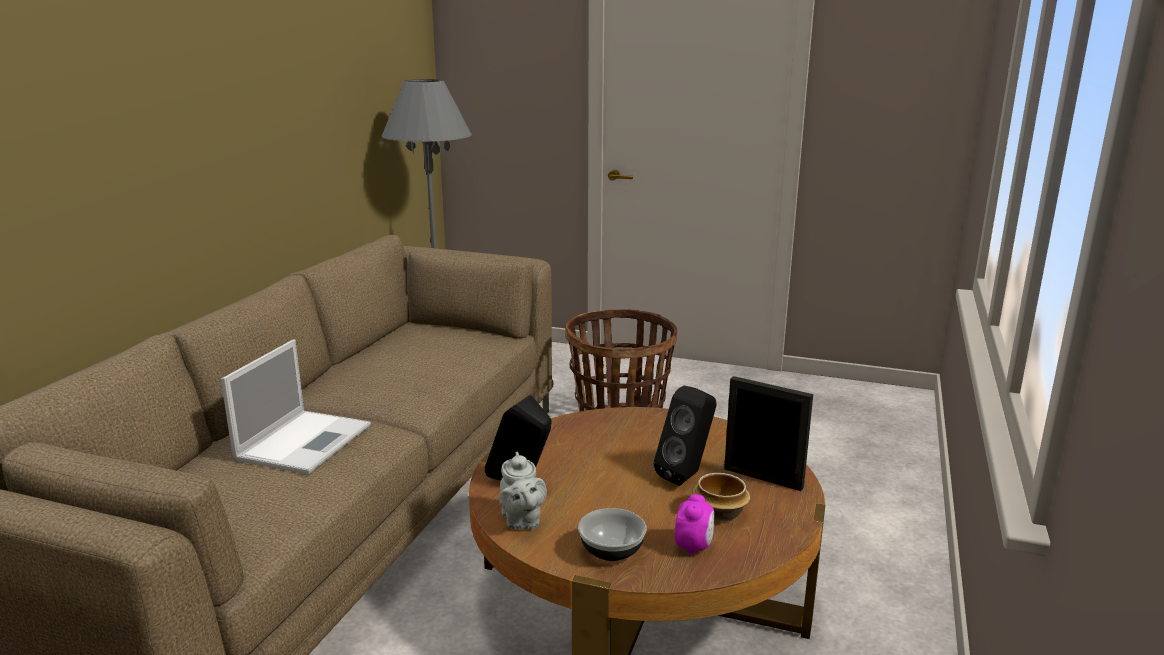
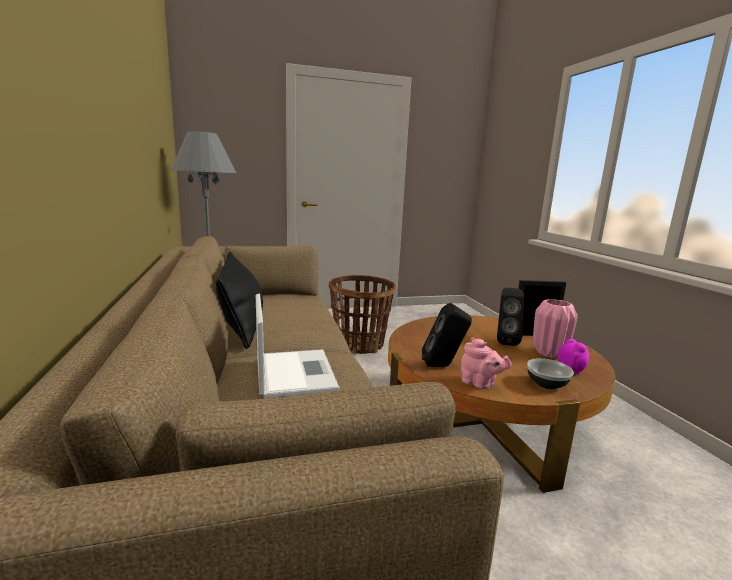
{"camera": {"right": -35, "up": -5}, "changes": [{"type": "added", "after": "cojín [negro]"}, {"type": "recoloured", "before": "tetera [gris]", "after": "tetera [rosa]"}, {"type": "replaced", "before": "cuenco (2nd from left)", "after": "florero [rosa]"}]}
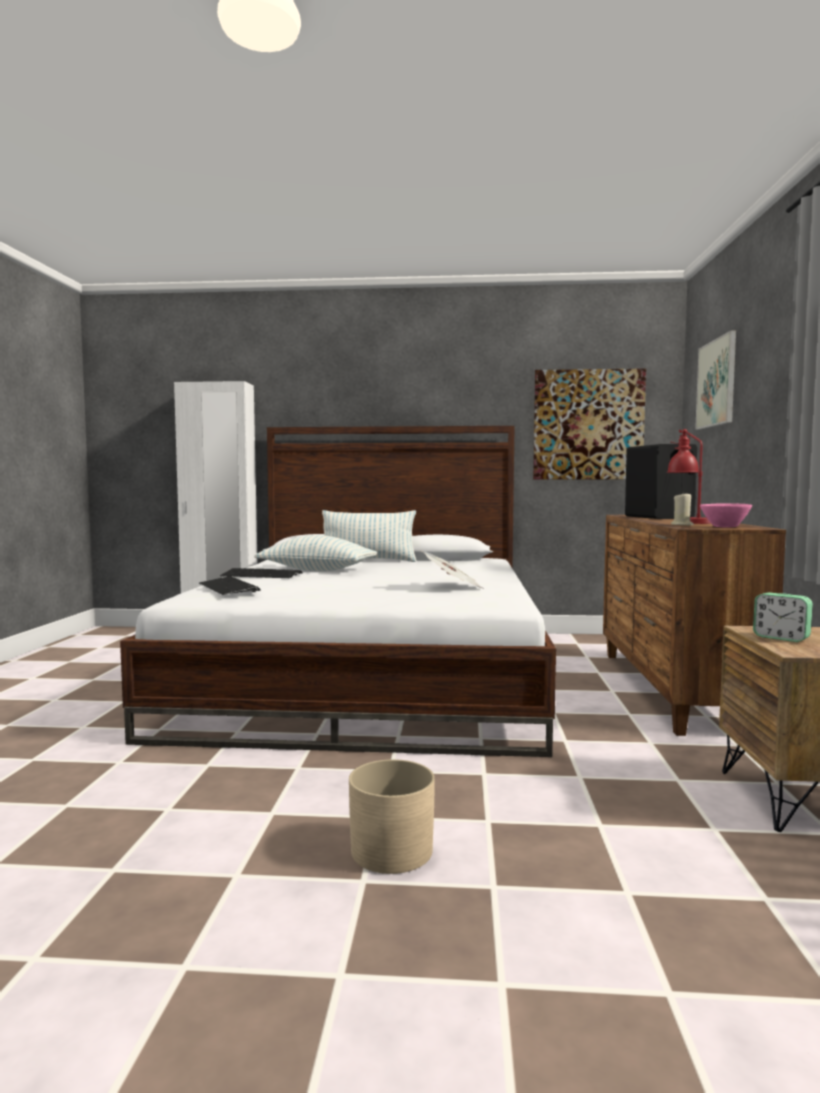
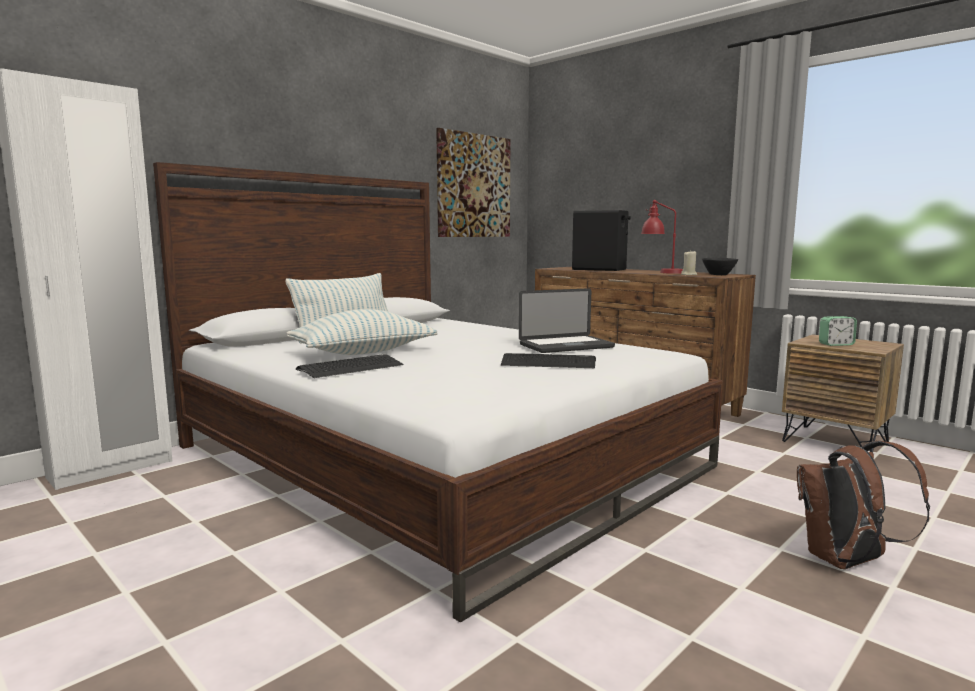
{"camera": {"right": -50, "up": 5}, "changes": [{"type": "moved", "before": "teclado (1st from left in the first image)", "after": "teclado (2nd from left)"}, {"type": "replaced", "before": "periódico", "after": "portátil"}, {"type": "recoloured", "before": "cuenco [rosa]", "after": "cuenco [negro]"}, {"type": "replaced", "before": "maceta [beis]", "after": "mochila [marrón]"}, {"type": "removed", "before": "cuadro (2nd from left)"}]}
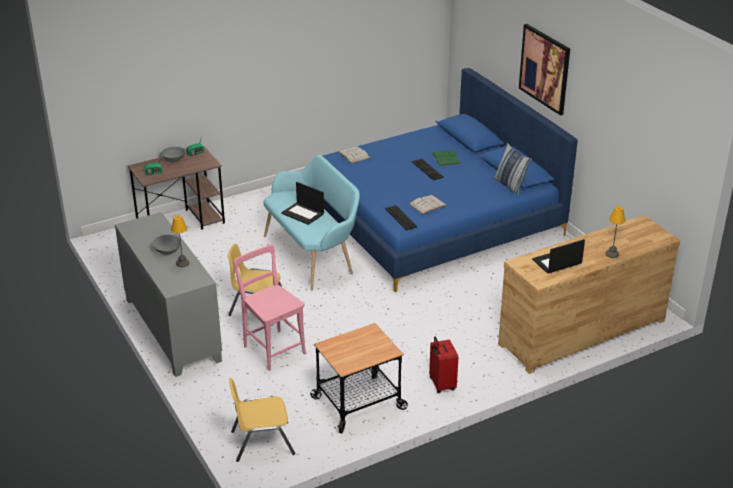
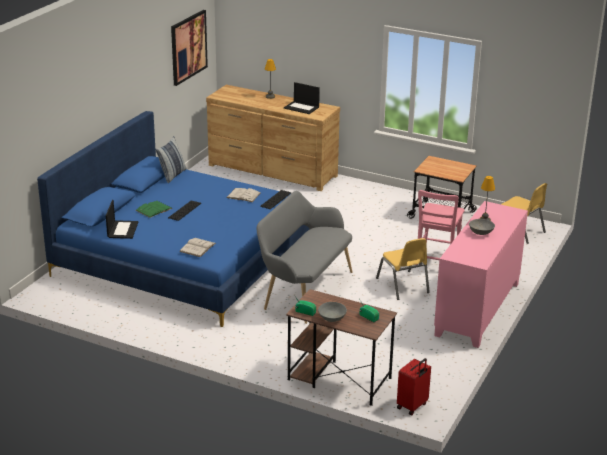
{"camera": {"right": -125, "up": -5}, "changes": [{"type": "moved", "before": "portátil (1st from left)"}, {"type": "moved", "before": "cuadro"}, {"type": "recoloured", "before": "banco [turquesa]", "after": "banco [gris]"}, {"type": "moved", "before": "maleta [rojo]"}, {"type": "recoloured", "before": "armario [gris]", "after": "armario [rosa]"}]}
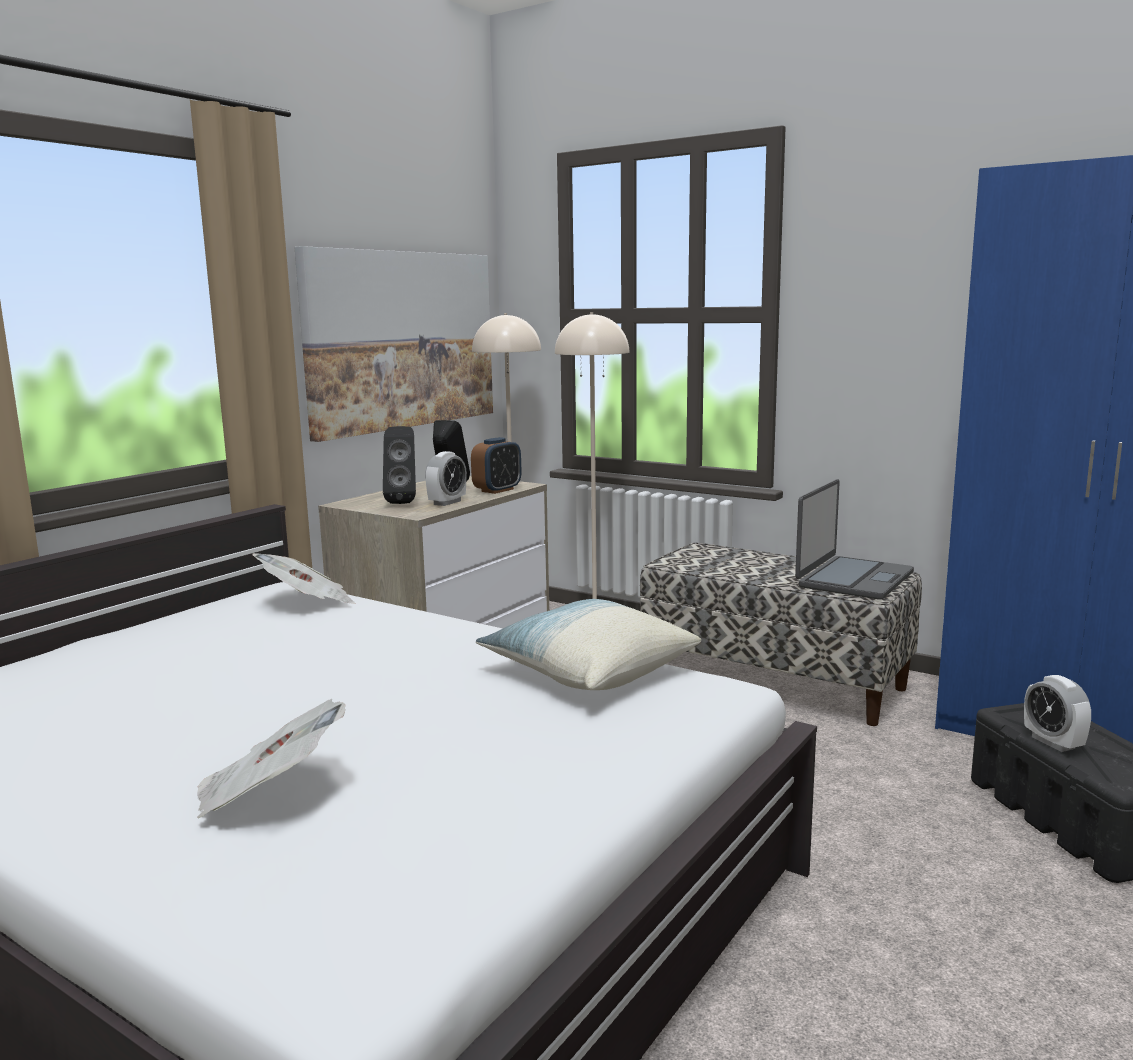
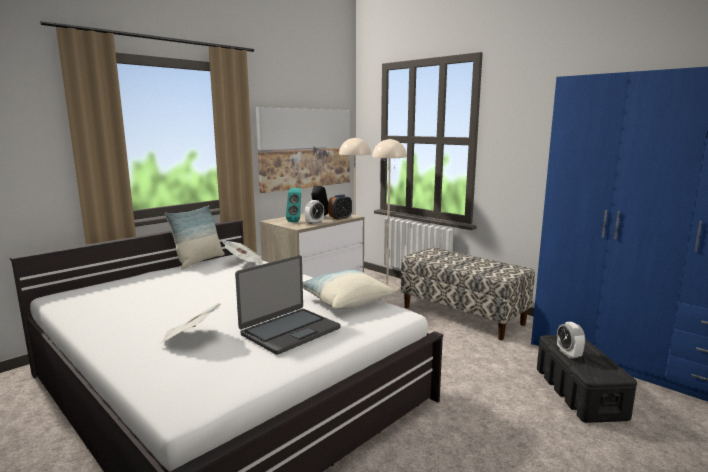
{"camera": {"right": 10, "up": 0}, "changes": [{"type": "added", "after": "cojín (1st from left)"}, {"type": "moved", "before": "portátil"}, {"type": "recoloured", "before": "altavoz [negro] (1st from left)", "after": "altavoz [turquesa]"}]}
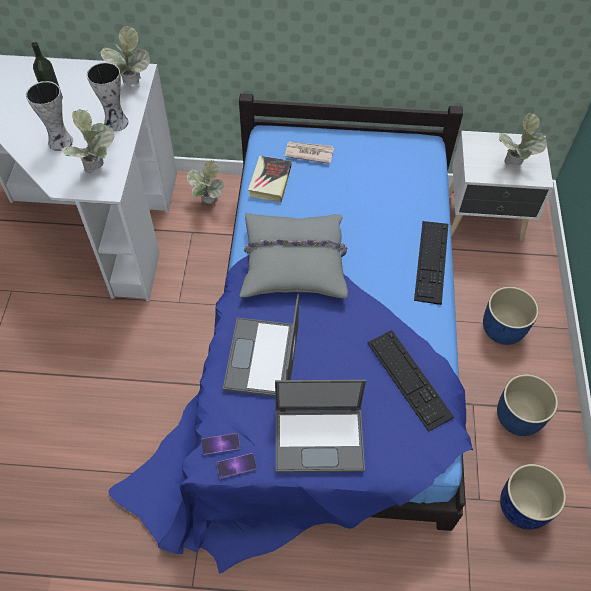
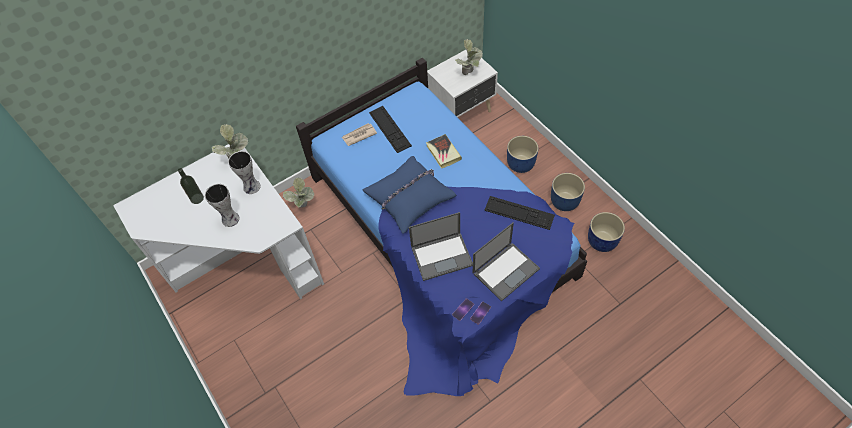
{"camera": {"right": -35, "up": 0}, "changes": [{"type": "recoloured", "before": "cojín [gris]", "after": "cojín [azul]"}, {"type": "moved", "before": "teclado (2nd from left in the first image)", "after": "teclado (1st from left)"}, {"type": "turned", "before": "portátil (1st from left)", "turn": -75}, {"type": "moved", "before": "libro"}, {"type": "removed", "before": "planta en maceta (1st from left)"}]}
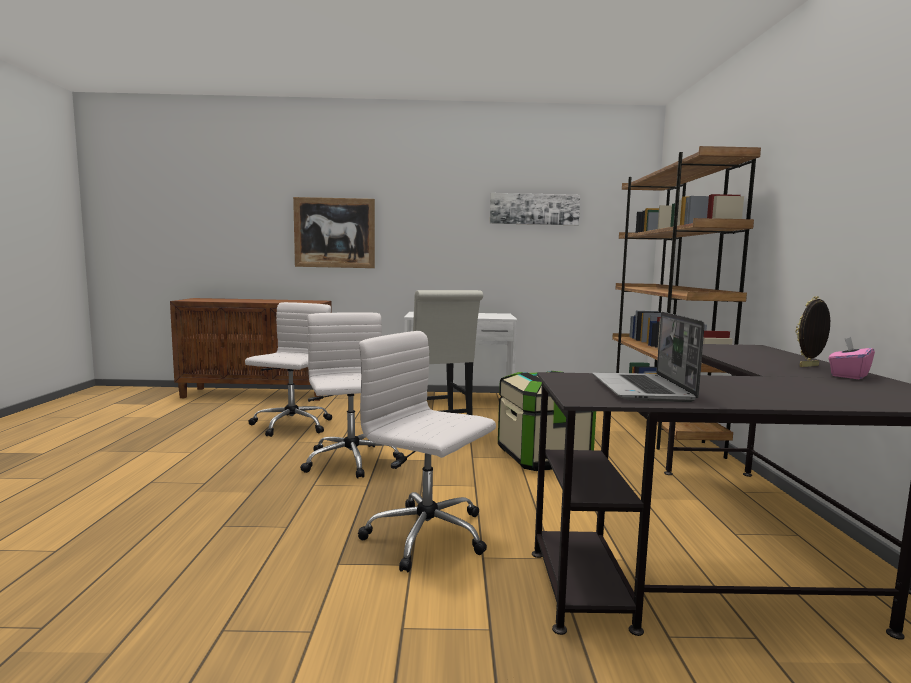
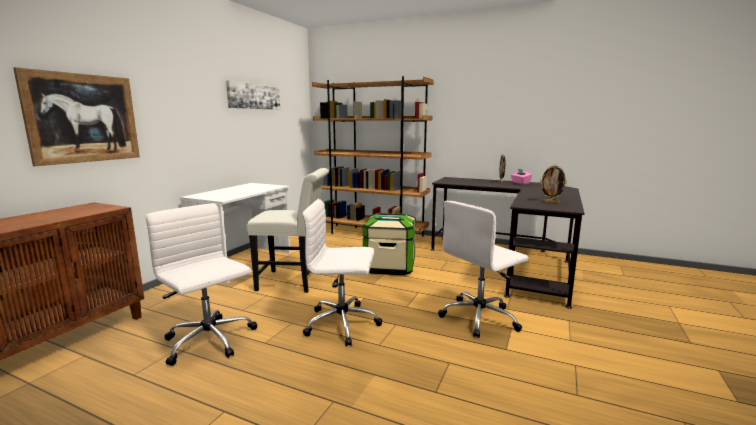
{"camera": {"right": -65, "up": 5}, "changes": [{"type": "replaced", "before": "portátil", "after": "portarretratos (2nd from left)"}]}
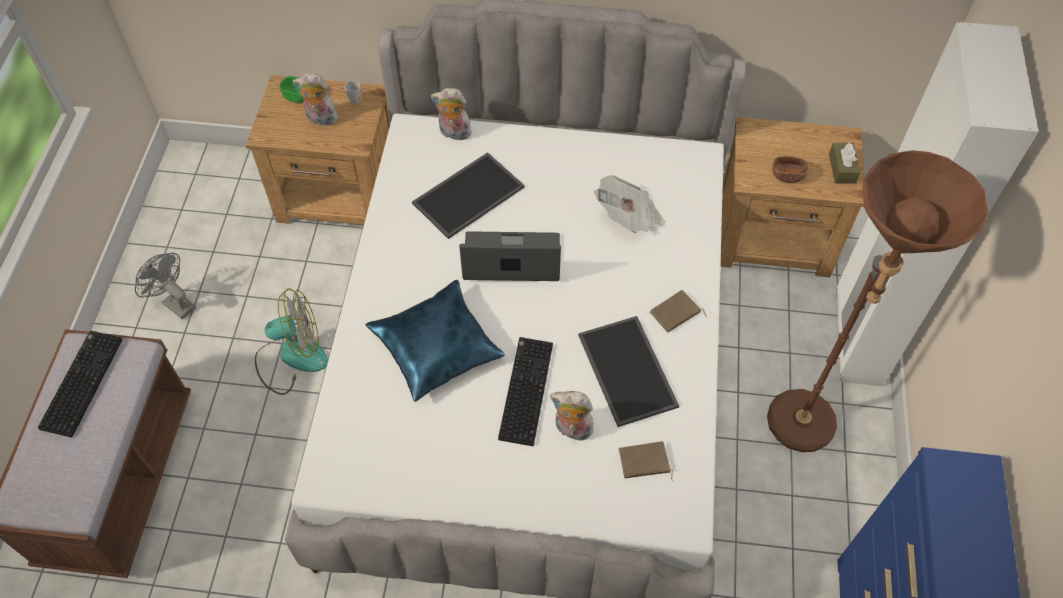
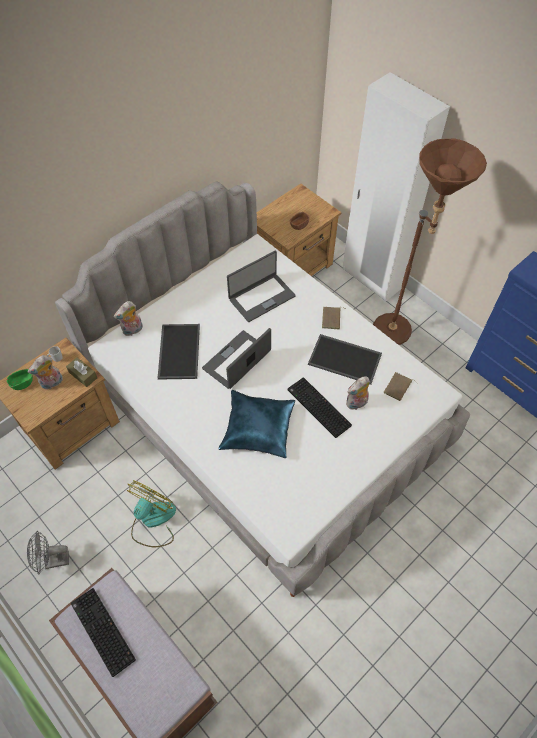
{"camera": {"right": -50, "up": 0}, "changes": [{"type": "moved", "before": "caja de pañuelos [marrón]"}, {"type": "replaced", "before": "periódico", "after": "portátil (2nd from left)"}]}
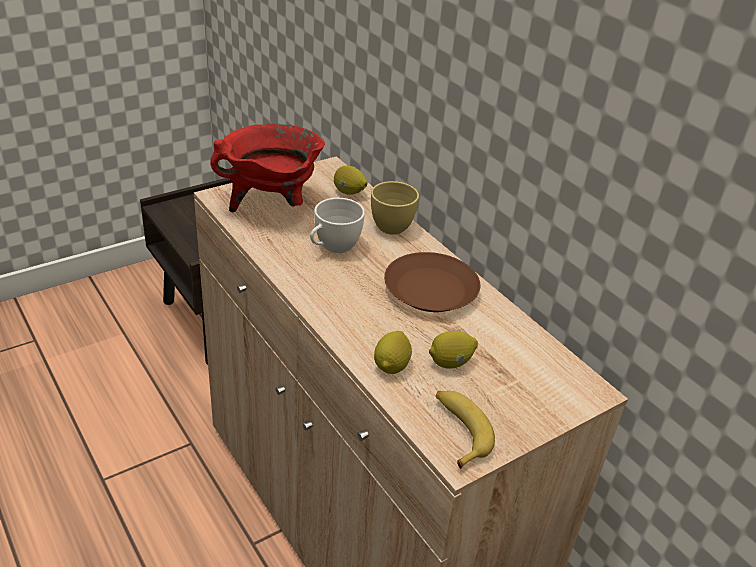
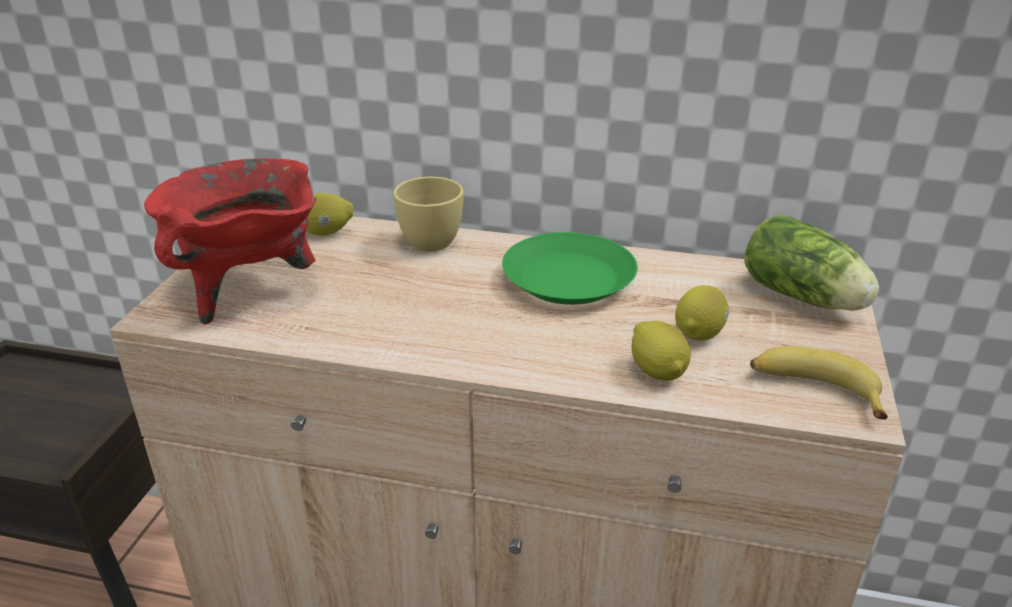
{"camera": {"right": -40, "up": -5}, "changes": [{"type": "recoloured", "before": "plato [marrón]", "after": "plato [verde]"}, {"type": "added", "after": "lechuga"}, {"type": "removed", "before": "taza [blanco]"}]}
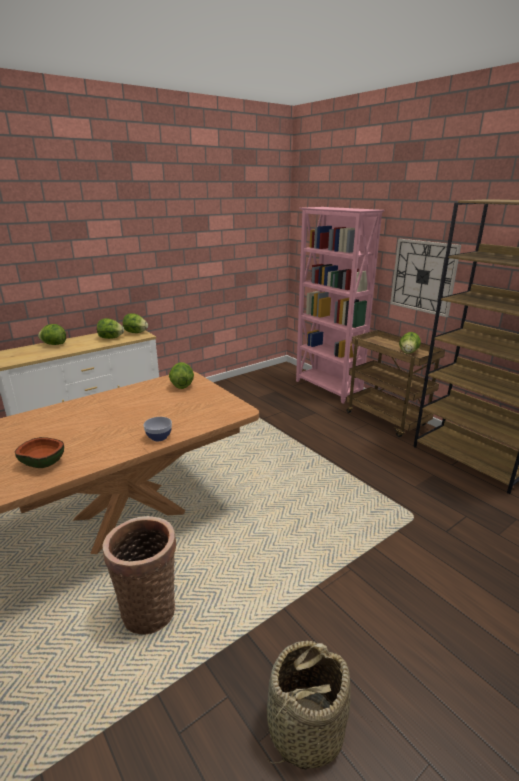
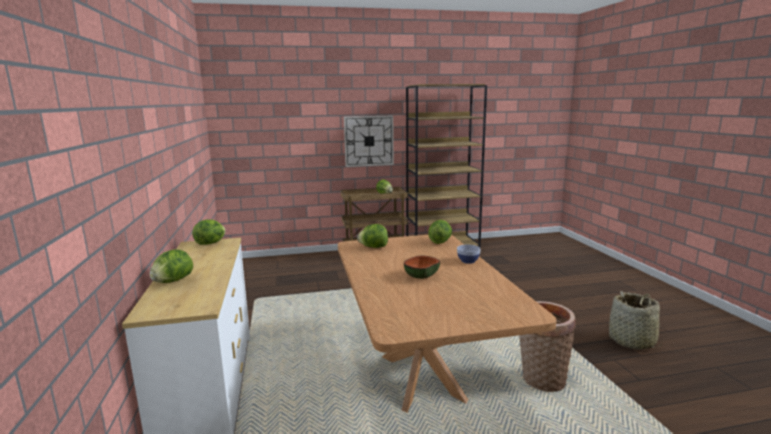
{"camera": {"right": -65, "up": -10}, "changes": [{"type": "moved", "before": "cuenco (1st from left)"}, {"type": "moved", "before": "lechuga (2nd from left in the first image)", "after": "lechuga (5th from left)"}, {"type": "removed", "before": "estantería [rosa]"}]}
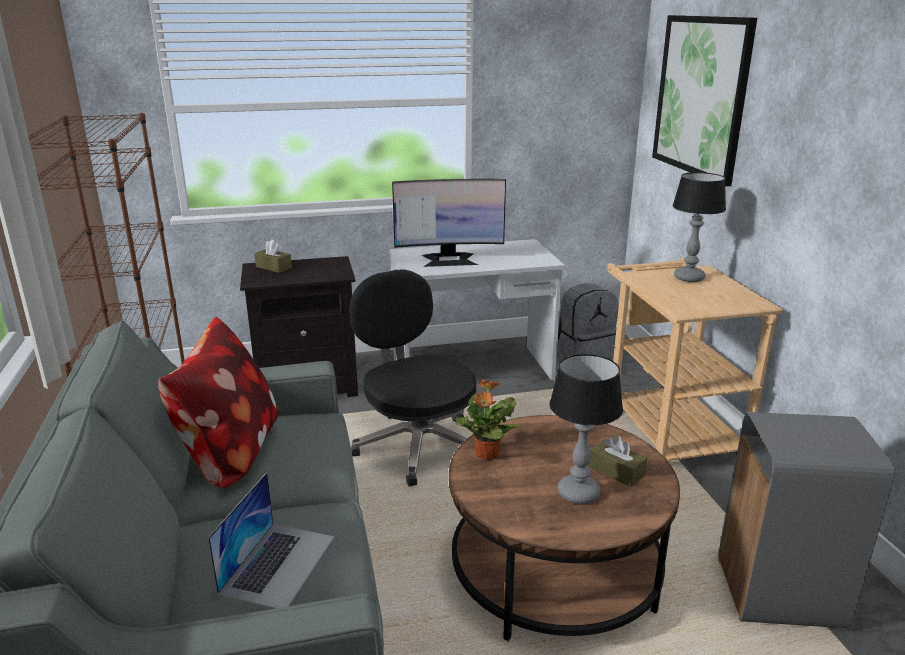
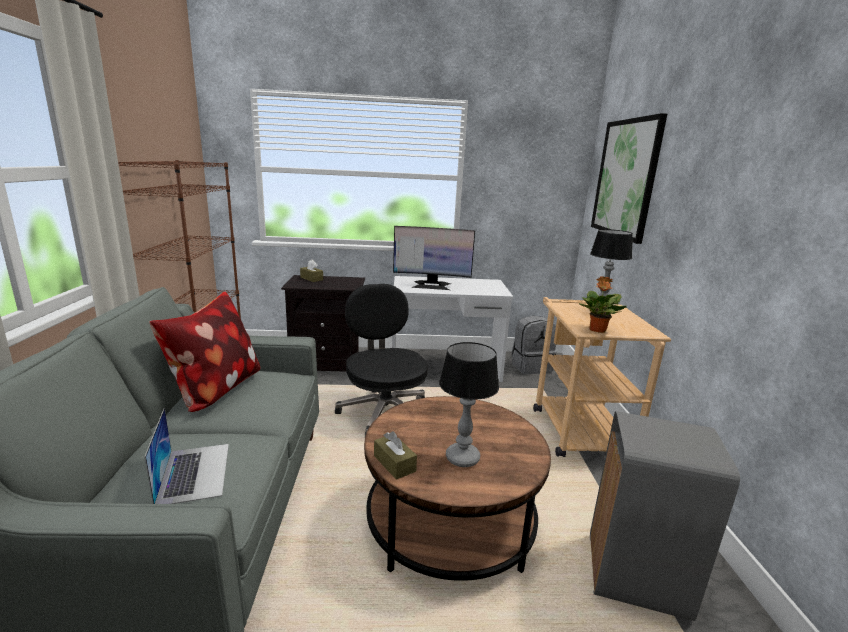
{"camera": {"right": 10, "up": -5}, "changes": [{"type": "turned", "before": "portátil", "turn": -45}, {"type": "moved", "before": "caja de pañuelos [marrón] (2nd from left)"}, {"type": "moved", "before": "planta en maceta"}]}
